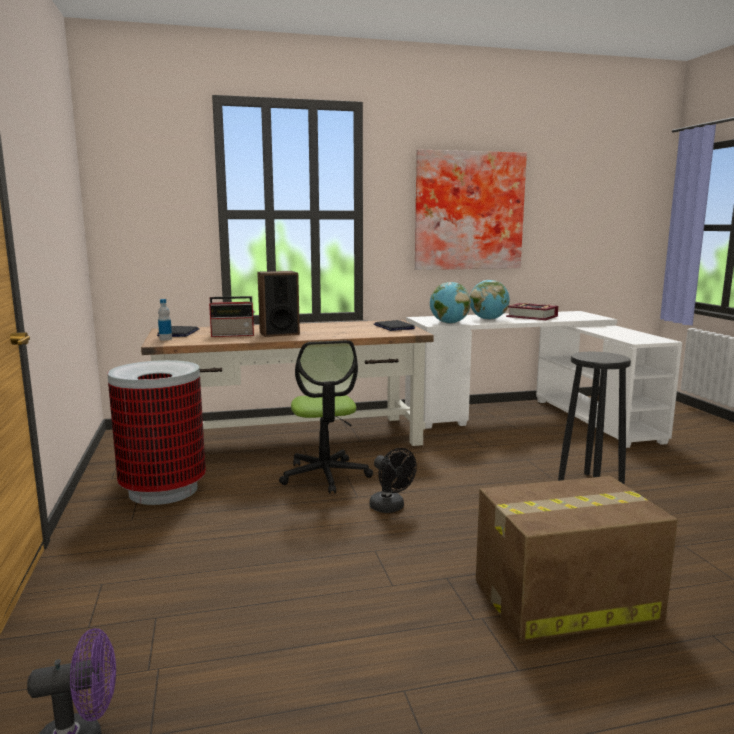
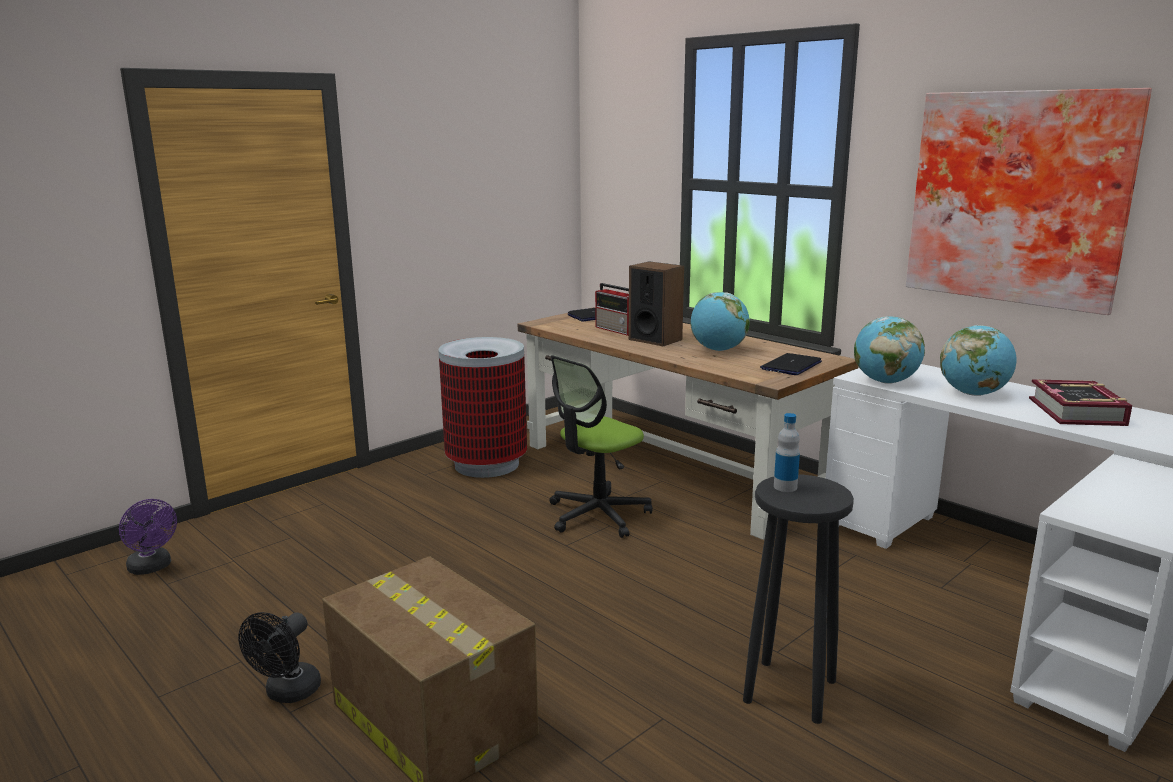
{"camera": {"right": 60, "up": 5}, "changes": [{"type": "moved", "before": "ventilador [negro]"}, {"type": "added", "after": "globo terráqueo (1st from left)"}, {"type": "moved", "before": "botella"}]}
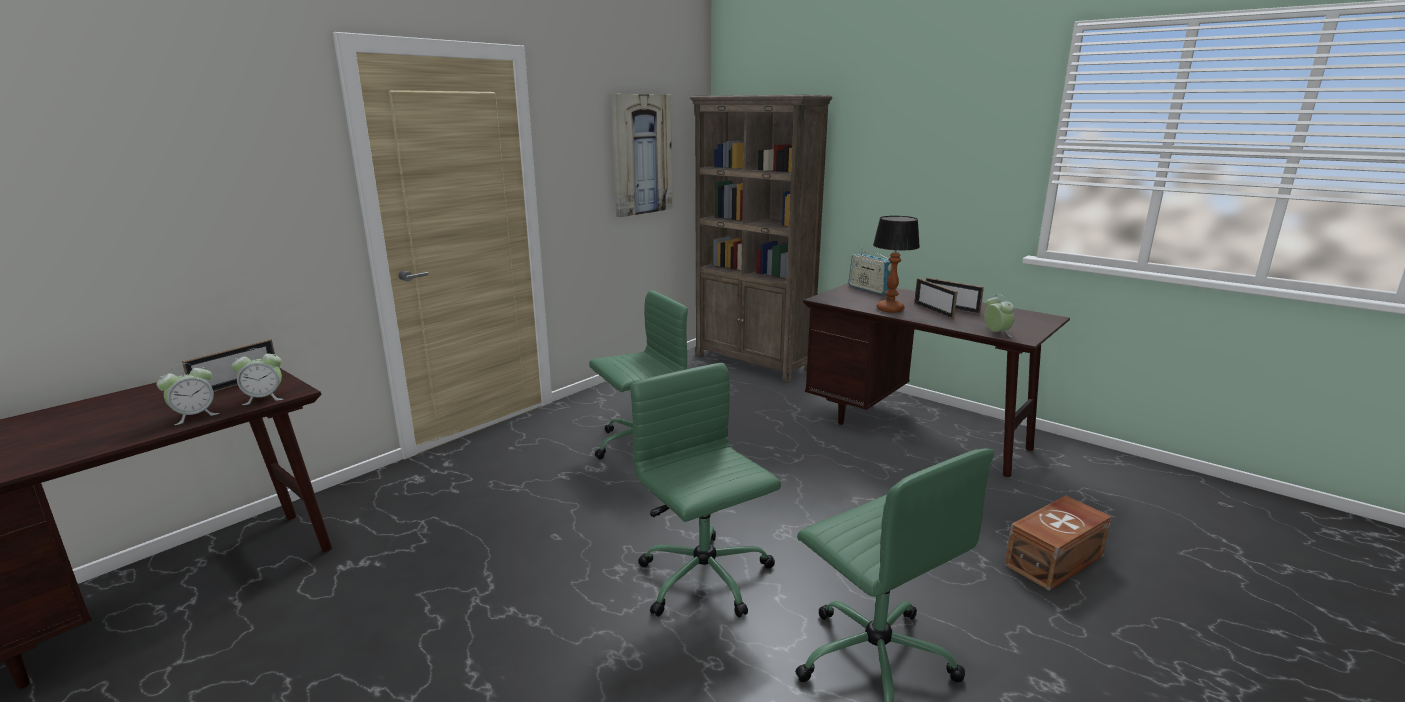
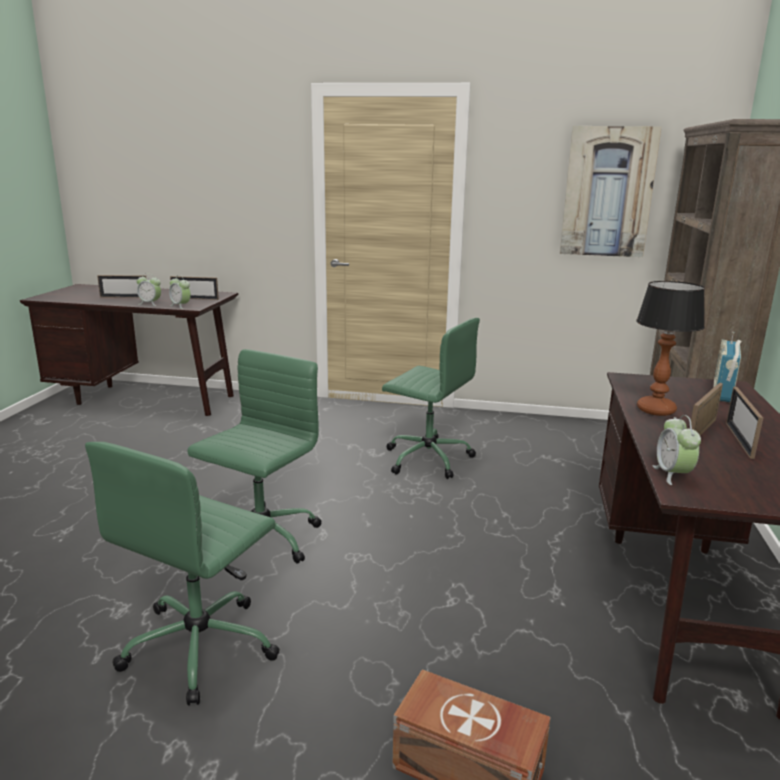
{"camera": {"right": 60, "up": 0}, "changes": [{"type": "added", "after": "portarretratos (1st from left)"}, {"type": "turned", "before": "despertador (3rd from left)", "turn": 135}]}
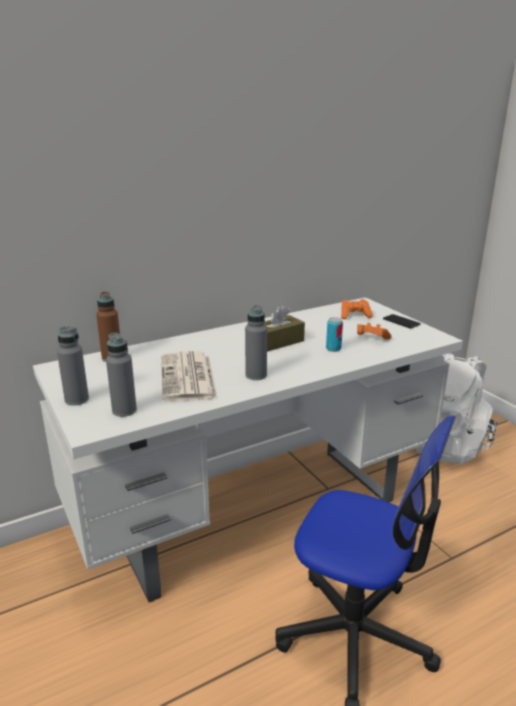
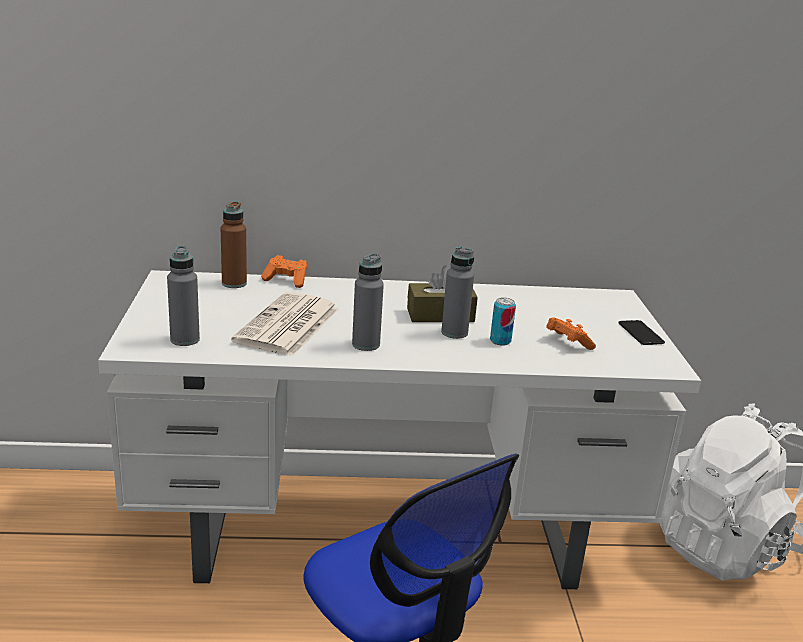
{"camera": {"right": 25, "up": 0}, "changes": [{"type": "moved", "before": "mando de consola [naranja] (1st from left)"}, {"type": "moved", "before": "botella [gris] (1st from left in the first image)", "after": "botella [gris] (3rd from left)"}]}
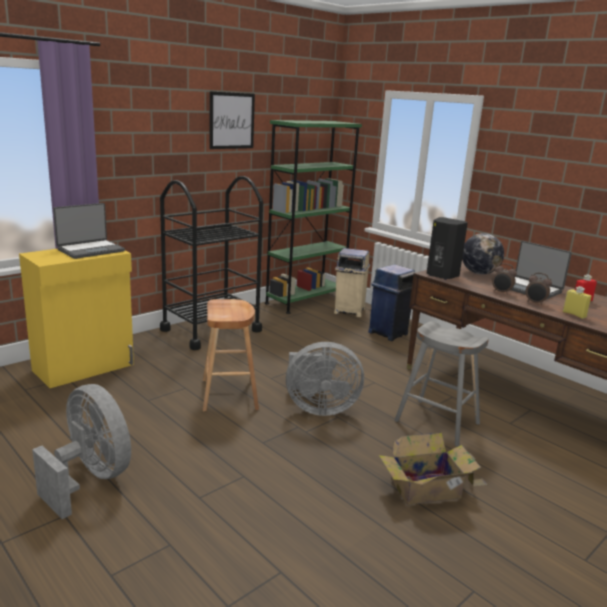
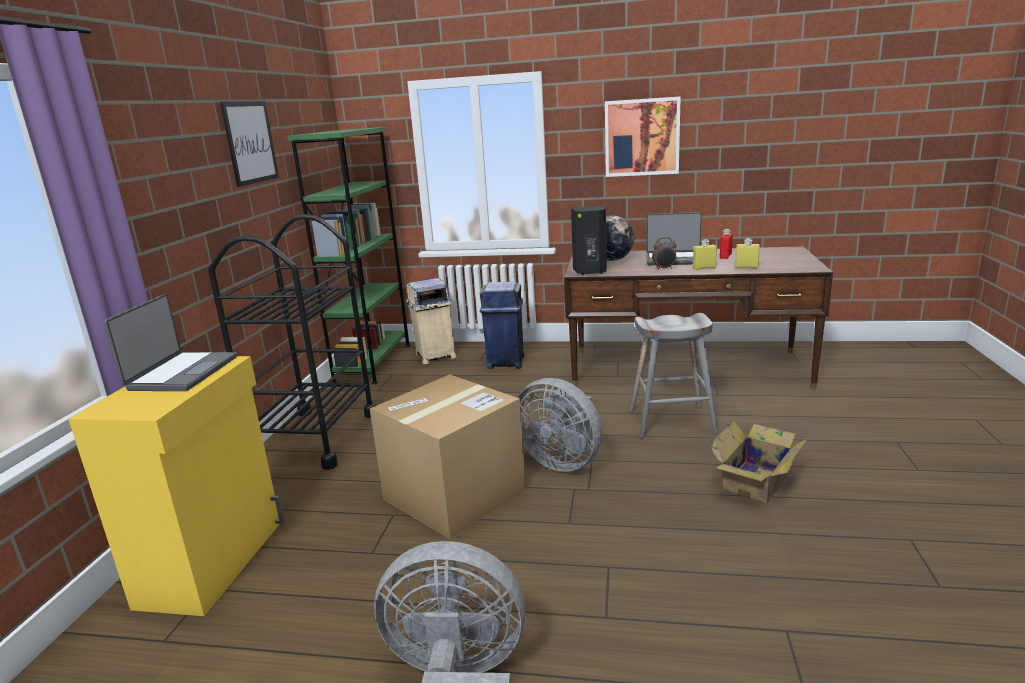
{"camera": {"right": -35, "up": 0}, "changes": [{"type": "replaced", "before": "taburete [marrón]", "after": "caja de cartón (1st from left)"}, {"type": "turned", "before": "ventilador [gris] (2nd from left)", "turn": 75}, {"type": "added", "after": "cuadro (2nd from left)"}, {"type": "replaced", "before": "despertador (2nd from left)", "after": "botella [amarillo] (1st from left)"}]}
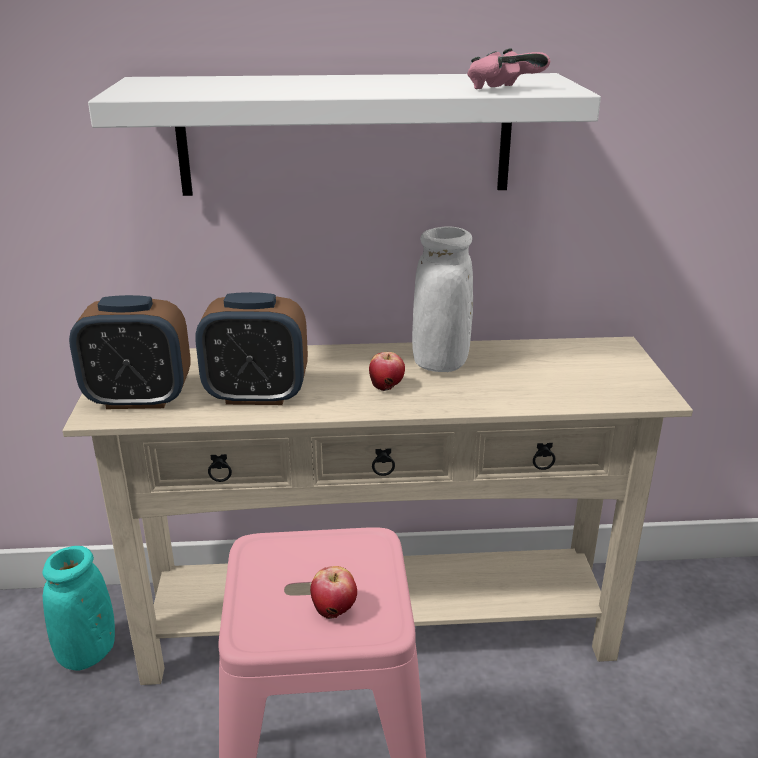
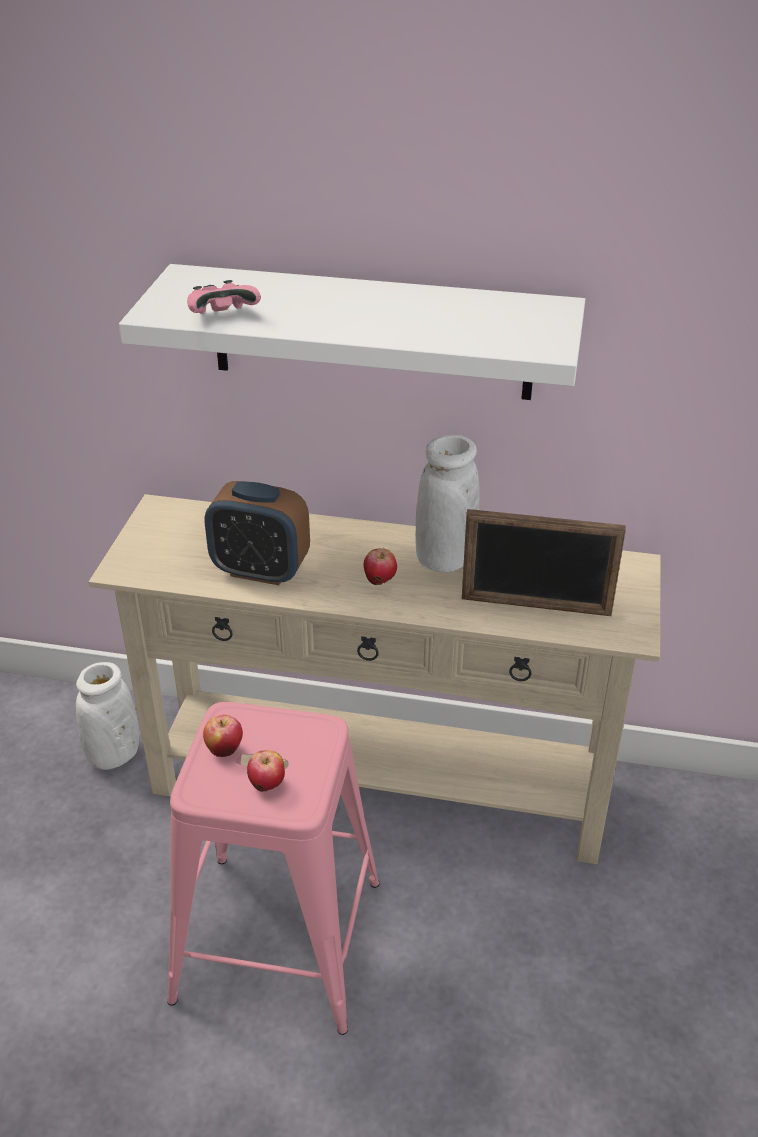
{"camera": {"right": 15, "up": 10}, "changes": [{"type": "recoloured", "before": "florero [turquesa]", "after": "florero [blanco] (1st from left)"}, {"type": "moved", "before": "mando de consola [rosa]"}, {"type": "added", "after": "manzana (1st from left)"}, {"type": "added", "after": "portarretratos"}, {"type": "removed", "before": "despertador (1st from left)"}]}
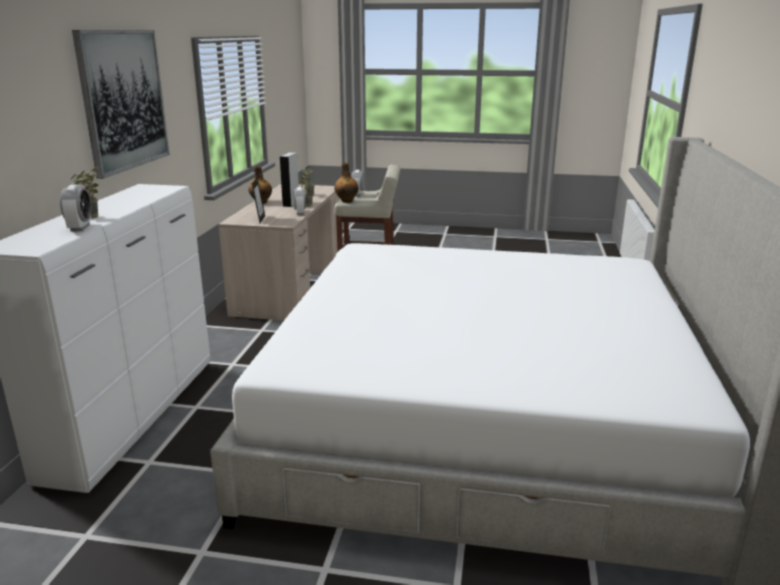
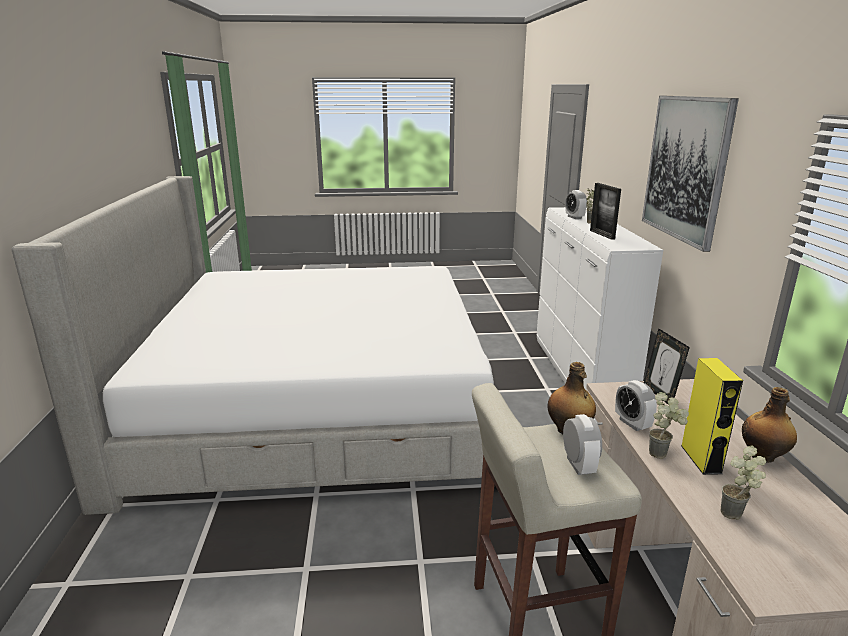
{"camera": {"right": 165, "up": 0}, "changes": [{"type": "added", "after": "portarretratos (1st from left)"}, {"type": "recoloured", "before": "altavoz [gris]", "after": "altavoz [amarillo]"}]}
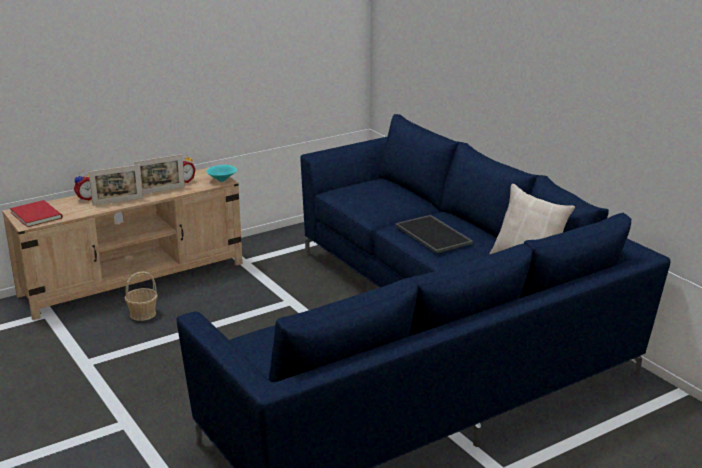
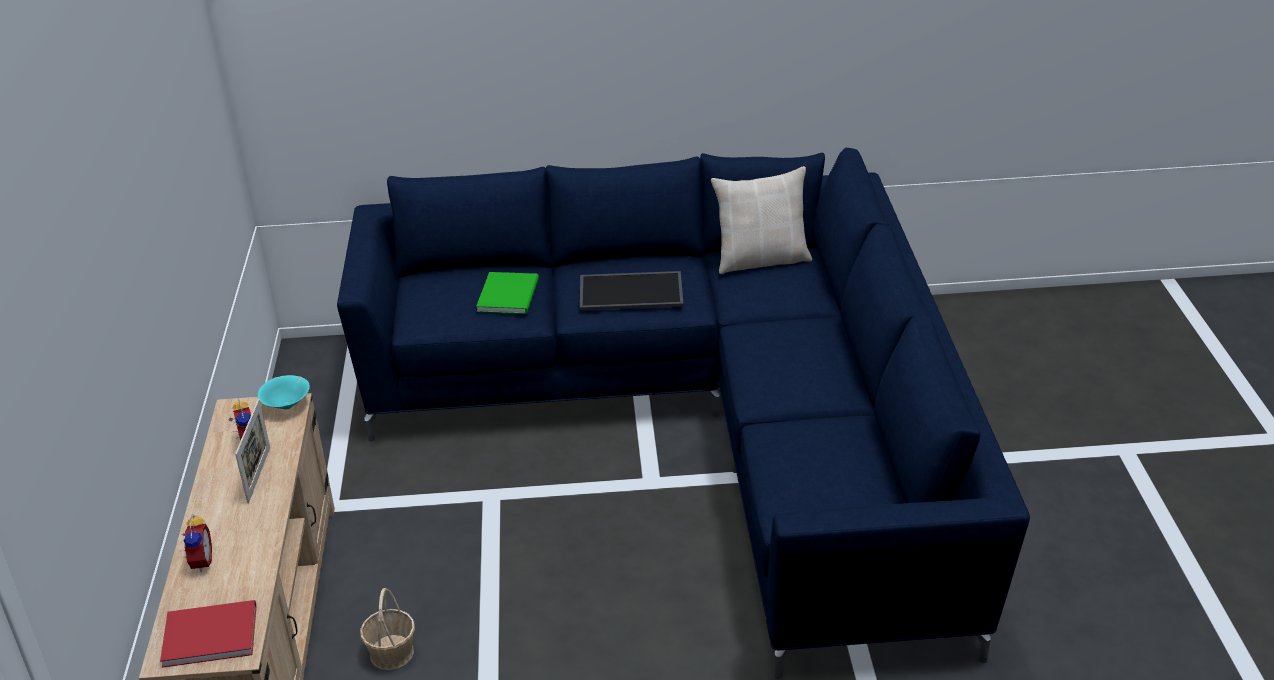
{"camera": {"right": -60, "up": 10}, "changes": [{"type": "added", "after": "libro [verde]"}, {"type": "removed", "before": "portarretratos (1st from left)"}]}
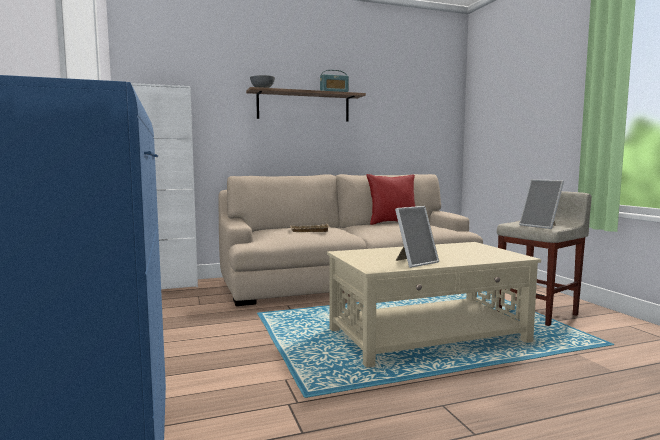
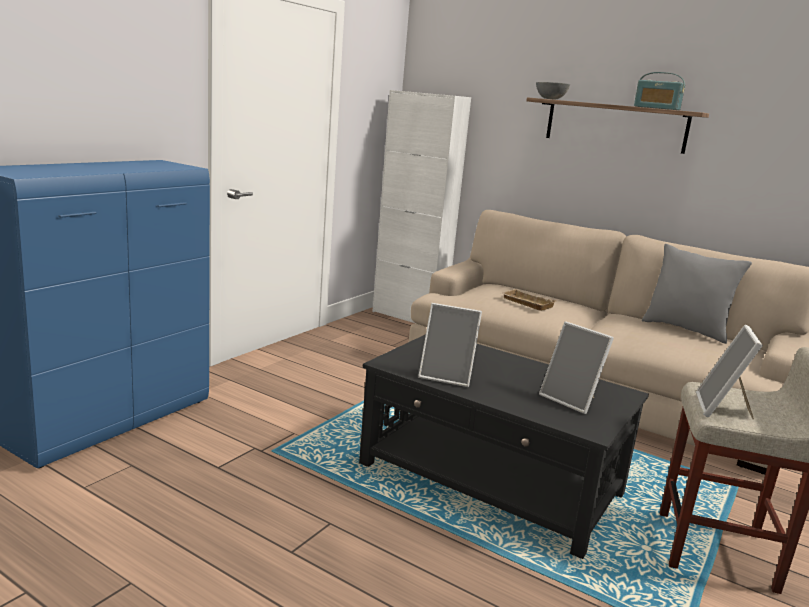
{"camera": {"right": 50, "up": 10}, "changes": [{"type": "recoloured", "before": "mesa de centro [beis]", "after": "mesa de centro [negro]"}, {"type": "added", "after": "portarretratos (2nd from left)"}, {"type": "recoloured", "before": "cojín [rojo]", "after": "cojín [gris]"}]}
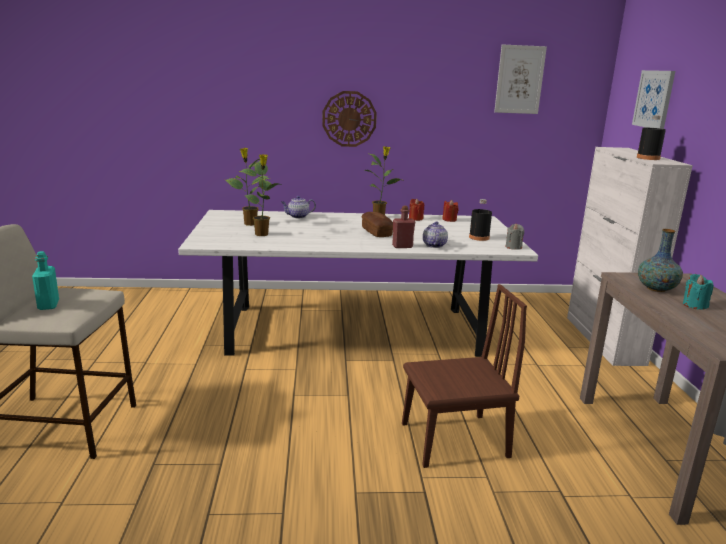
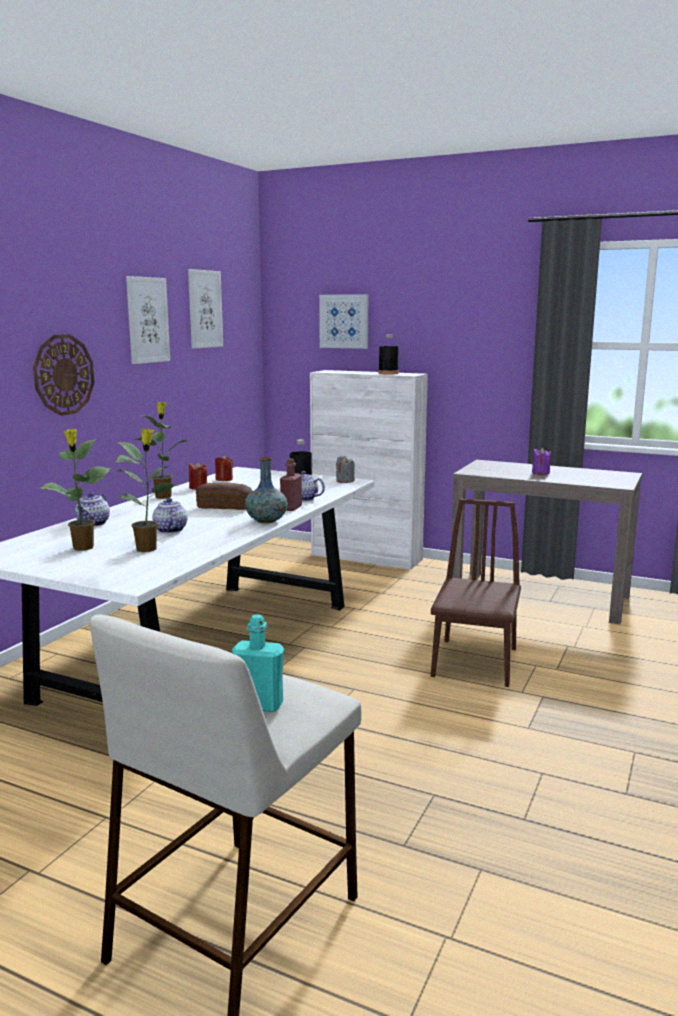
{"camera": {"right": -60, "up": -5}, "changes": [{"type": "added", "after": "cuadro (1st from left)"}, {"type": "added", "after": "tetera (2nd from left)"}, {"type": "moved", "before": "florero"}, {"type": "recoloured", "before": "vela [turquesa]", "after": "vela [morado]"}]}
